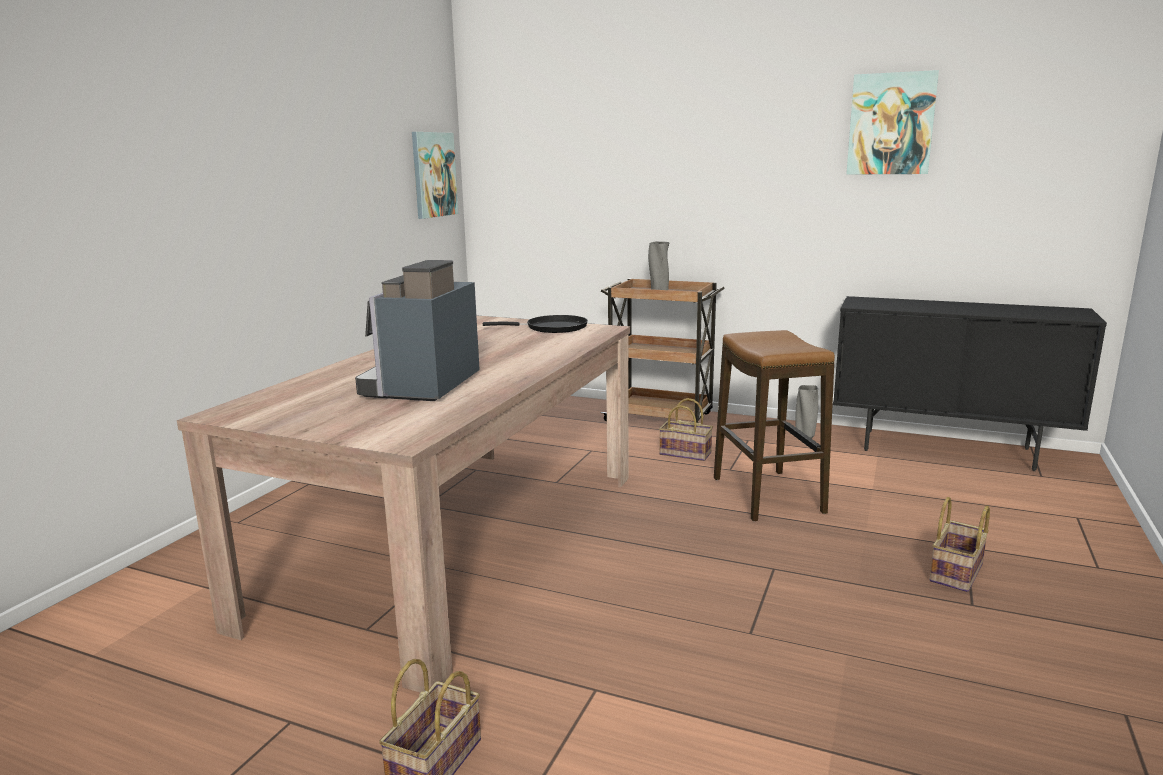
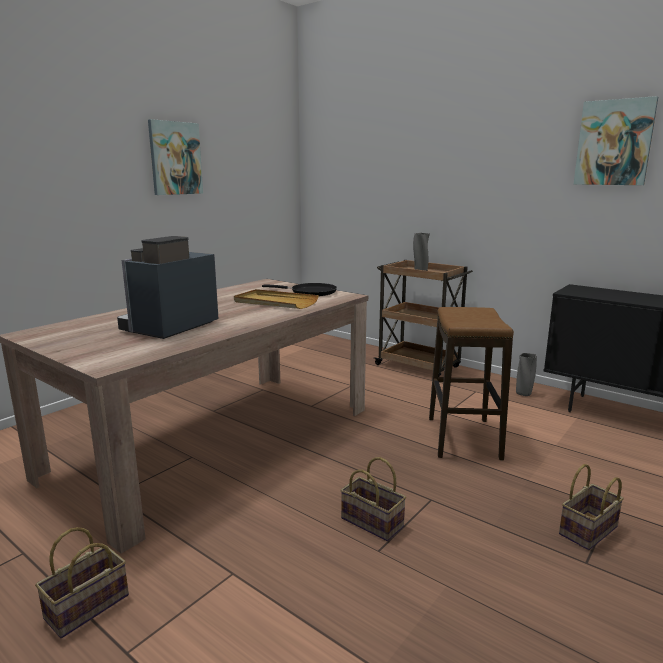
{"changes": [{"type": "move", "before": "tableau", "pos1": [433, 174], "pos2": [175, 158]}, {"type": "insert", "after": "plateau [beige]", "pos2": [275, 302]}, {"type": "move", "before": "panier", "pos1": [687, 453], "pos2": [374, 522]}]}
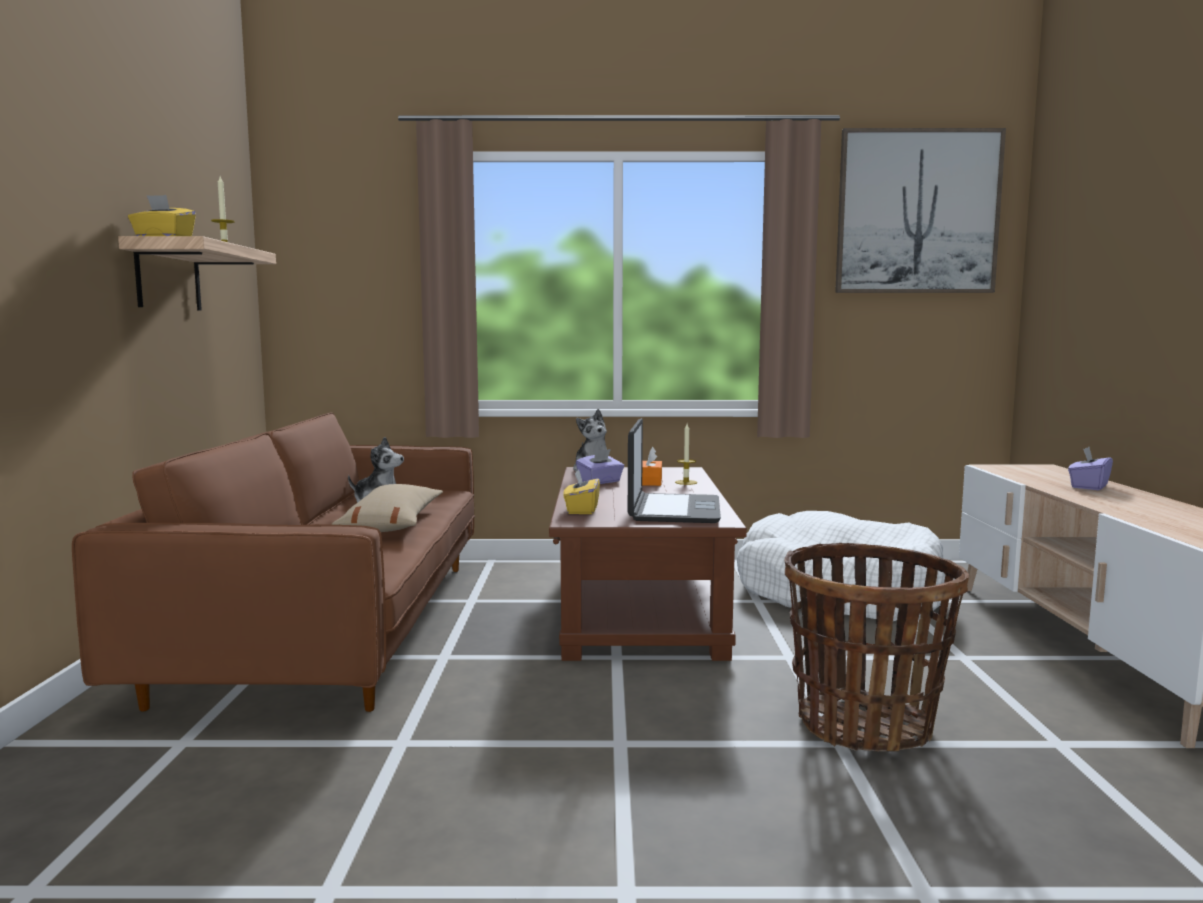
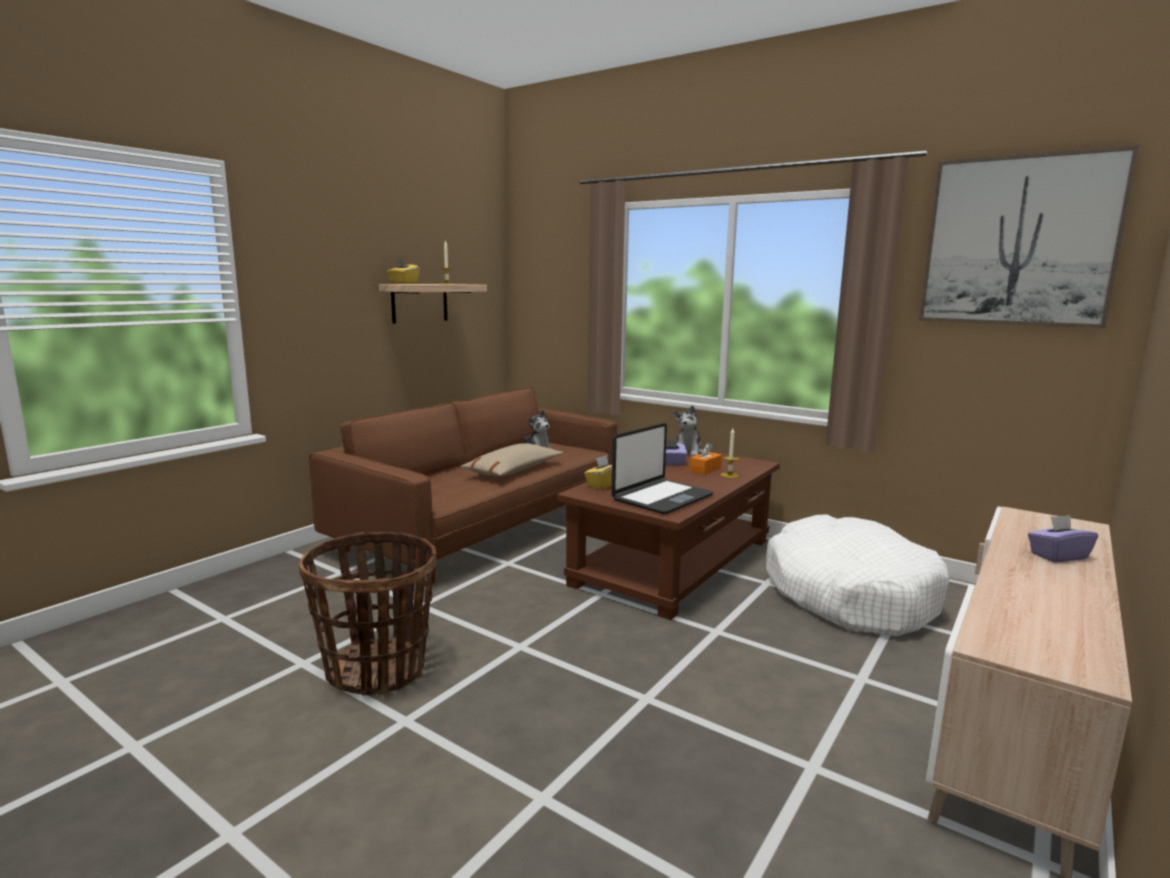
{"changes": [{"type": "move", "before": "panier", "pos1": [864, 724], "pos2": [377, 670]}]}
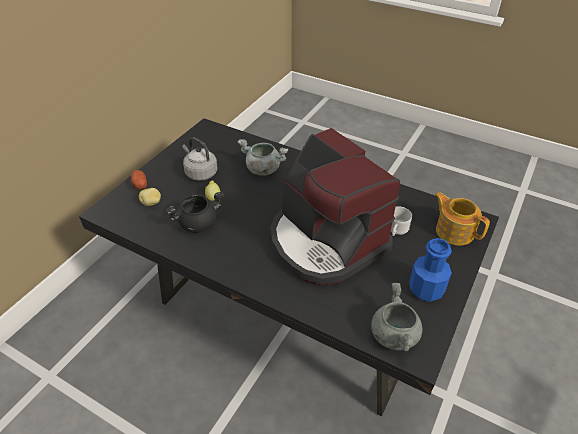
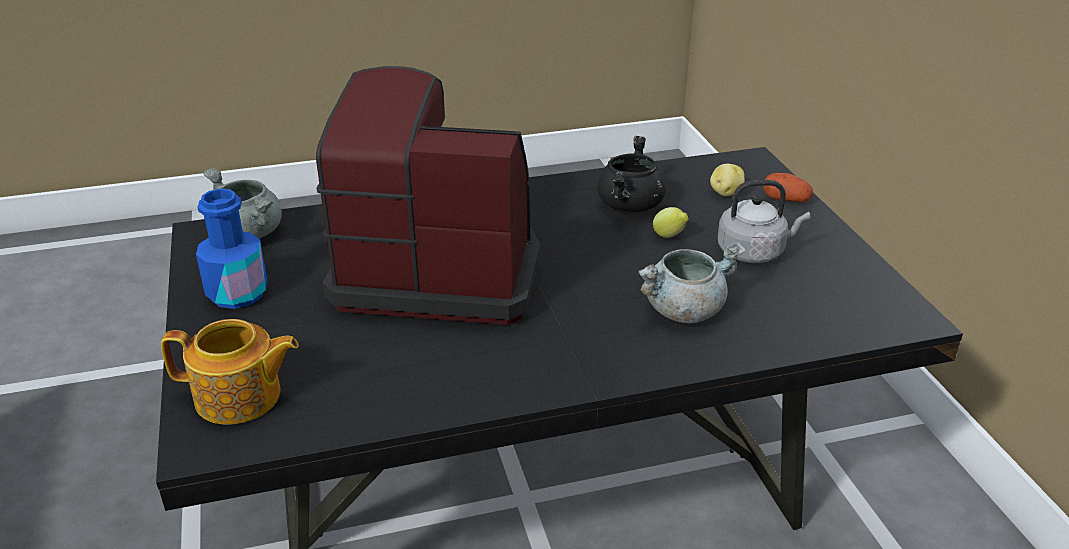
{"changes": [{"type": "delete", "before": "mug [blanc]", "pos1": [396, 230]}]}
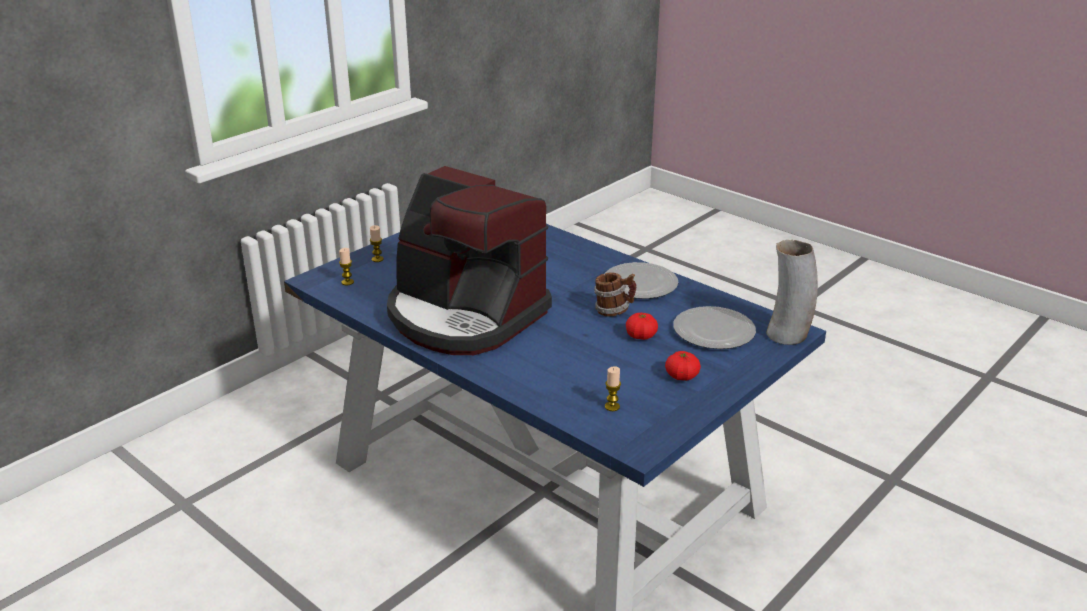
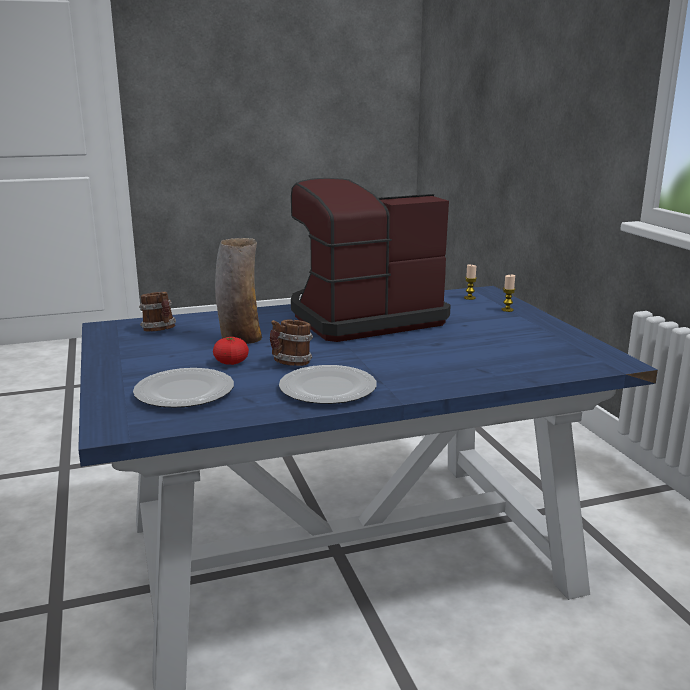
{"changes": [{"type": "replace", "before": "bougie", "after": "mug", "pos1": [612, 407], "pos2": [160, 330]}, {"type": "move", "before": "vase", "pos1": [787, 334], "pos2": [240, 339]}, {"type": "delete", "before": "tomate", "pos1": [681, 376]}]}
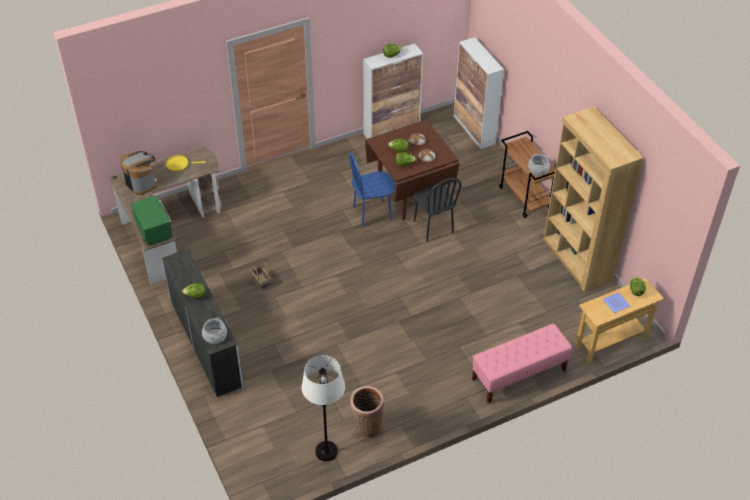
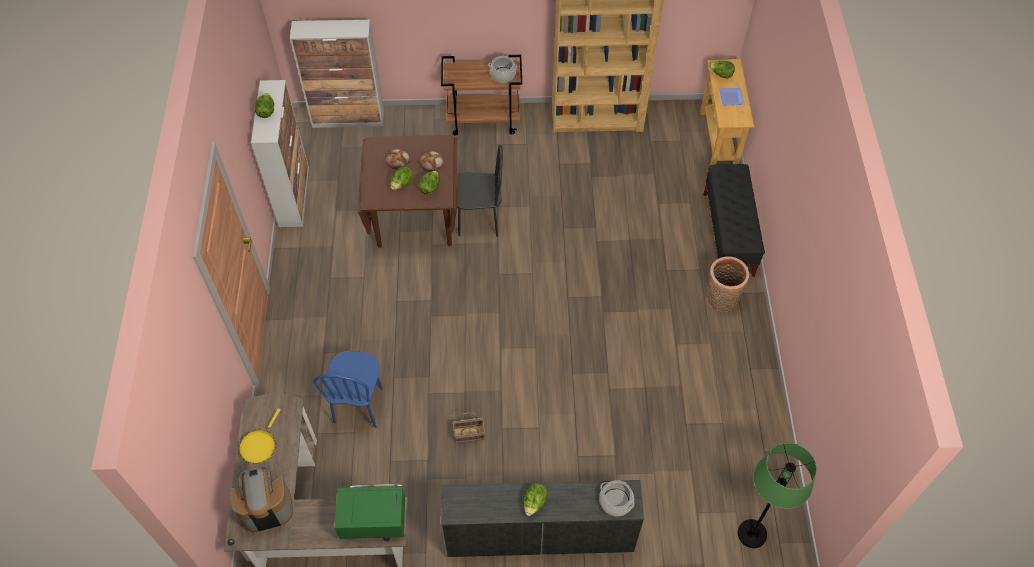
{"changes": [{"type": "move", "before": "chaise [bleu]", "pos1": [372, 213], "pos2": [359, 405]}, {"type": "recolor", "before": "banc [rose]", "after": "banc [noir]", "pos1": [518, 375], "pos2": [728, 234]}, {"type": "move", "before": "panier", "pos1": [366, 426], "pos2": [720, 301]}, {"type": "insert", "after": "lampadaire [vert]", "pos2": [751, 534]}, {"type": "delete", "before": "lampadaire [blanc]", "pos1": [326, 451]}]}
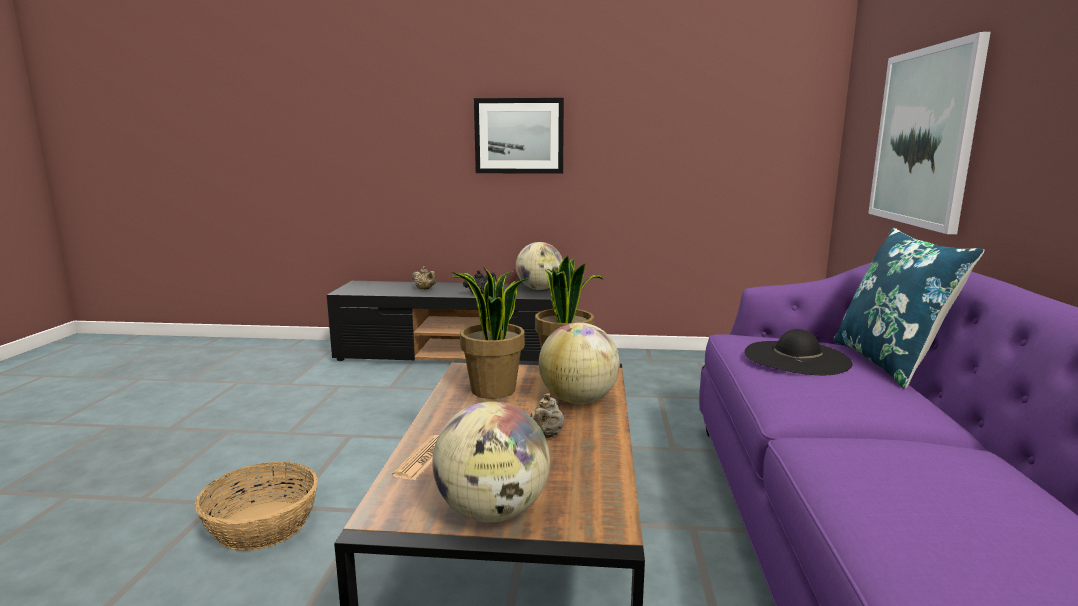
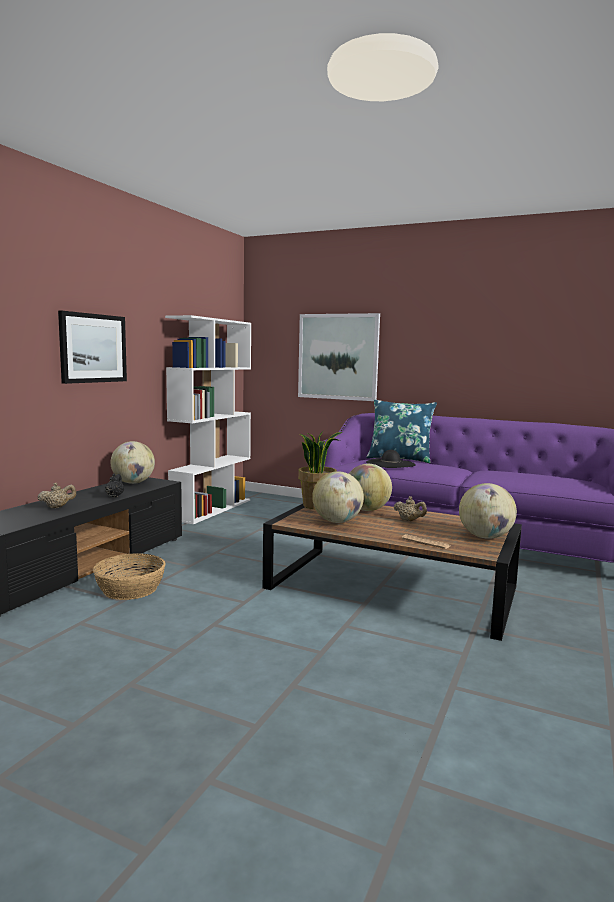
{"changes": [{"type": "move", "before": "panier", "pos1": [262, 525], "pos2": [130, 589]}, {"type": "insert", "after": "bibliothèque [blanc]", "pos2": [212, 509]}, {"type": "replace", "before": "plante en pot", "after": "globe", "pos1": [493, 390], "pos2": [337, 521]}]}
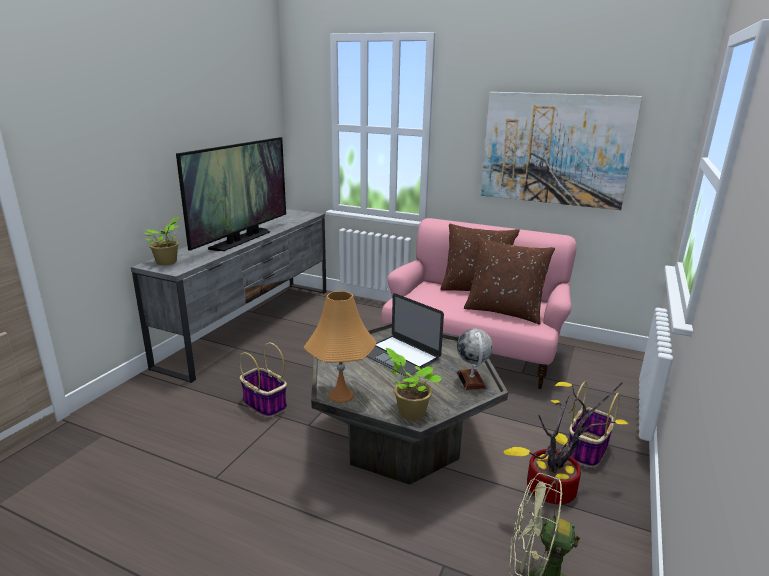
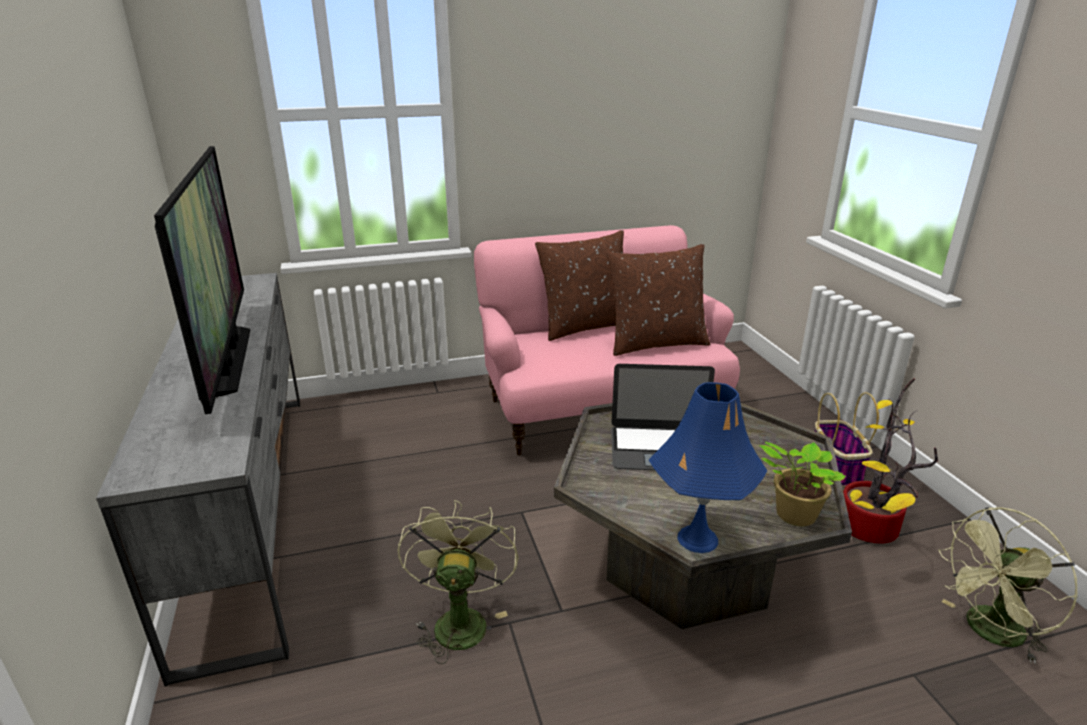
{"changes": [{"type": "replace", "before": "panier", "after": "ventilateur [vert]", "pos1": [264, 404], "pos2": [459, 619]}, {"type": "recolor", "before": "lampe de table [orange]", "after": "lampe de table [bleu]", "pos1": [341, 395], "pos2": [697, 539]}, {"type": "delete", "before": "plante en pot", "pos1": [167, 262]}, {"type": "delete", "before": "globe", "pos1": [471, 380]}, {"type": "delete", "before": "tableau", "pos1": [555, 149]}]}
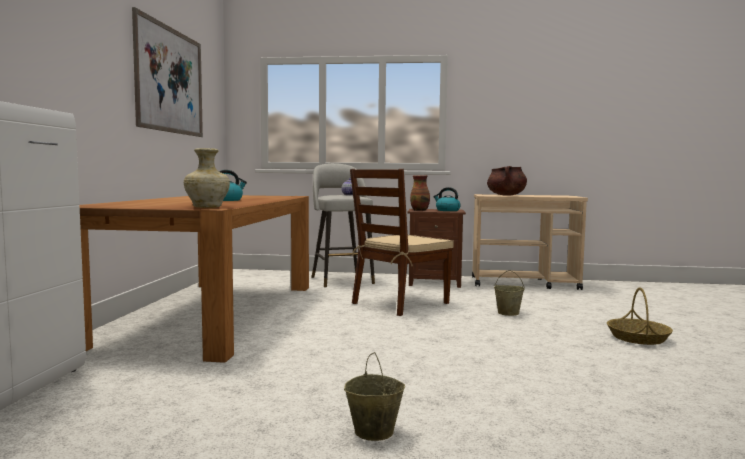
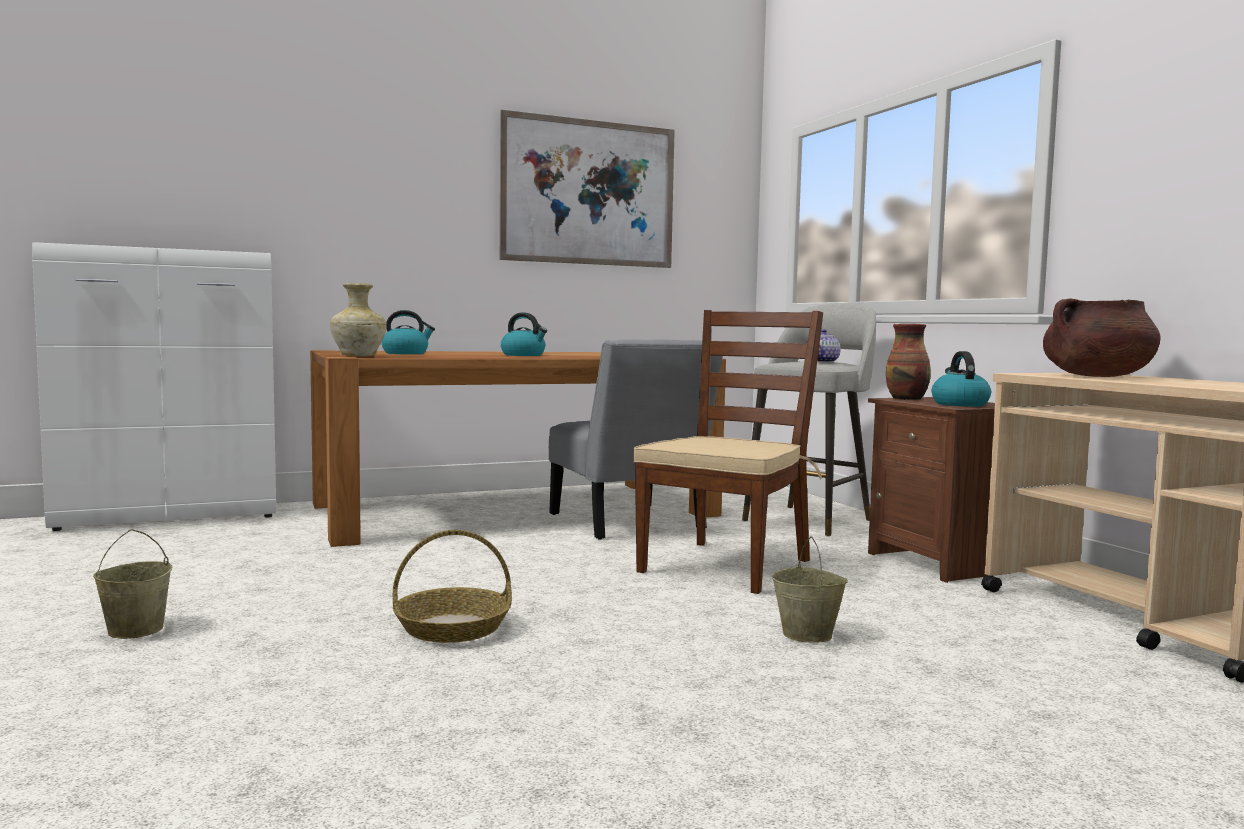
{"changes": [{"type": "insert", "after": "bouilloire", "pos2": [406, 353]}, {"type": "move", "before": "panier", "pos1": [638, 338], "pos2": [452, 628]}, {"type": "insert", "after": "chaise [gris]", "pos2": [629, 523]}, {"type": "rotate", "before": "chaise [marron]", "pos1": [399, 303], "pos2": [726, 565], "turn": 105}]}
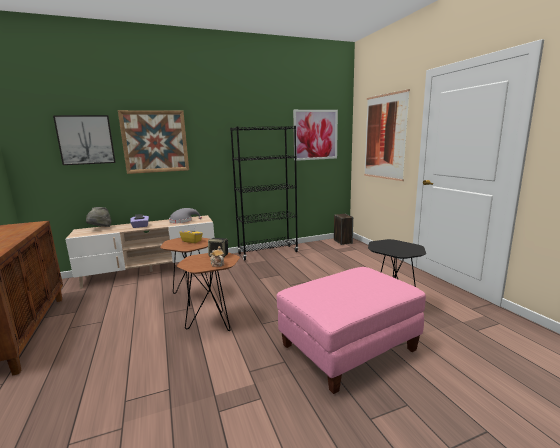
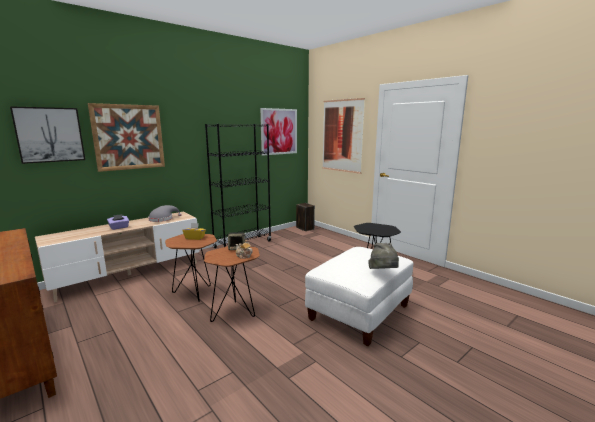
{"changes": [{"type": "recolor", "before": "pouf [rose]", "after": "pouf [blanc]", "pos1": [348, 348], "pos2": [359, 313]}, {"type": "move", "before": "chapeau [gris]", "pos1": [100, 228], "pos2": [383, 273]}]}
